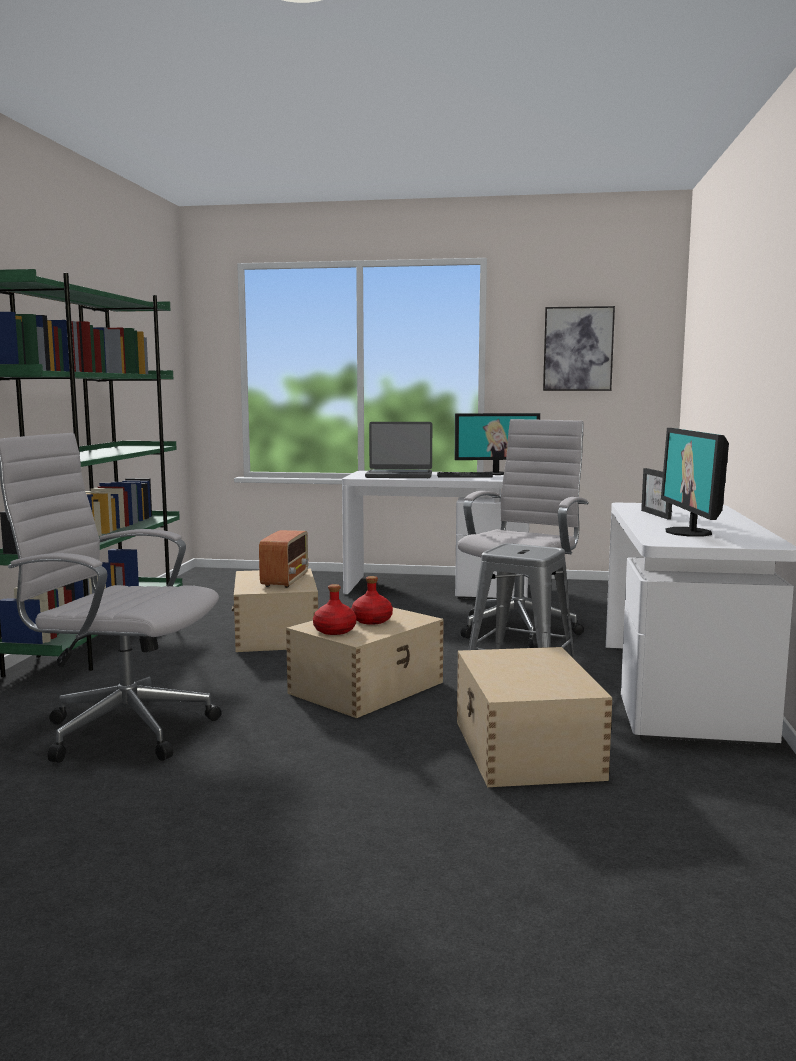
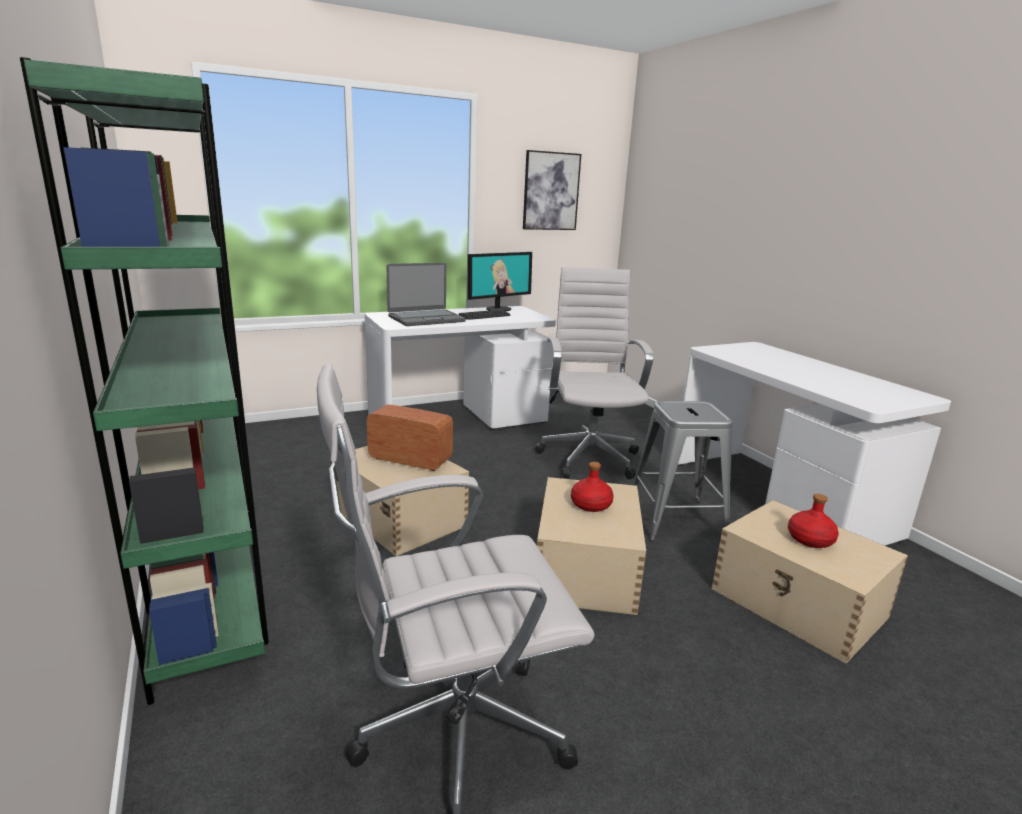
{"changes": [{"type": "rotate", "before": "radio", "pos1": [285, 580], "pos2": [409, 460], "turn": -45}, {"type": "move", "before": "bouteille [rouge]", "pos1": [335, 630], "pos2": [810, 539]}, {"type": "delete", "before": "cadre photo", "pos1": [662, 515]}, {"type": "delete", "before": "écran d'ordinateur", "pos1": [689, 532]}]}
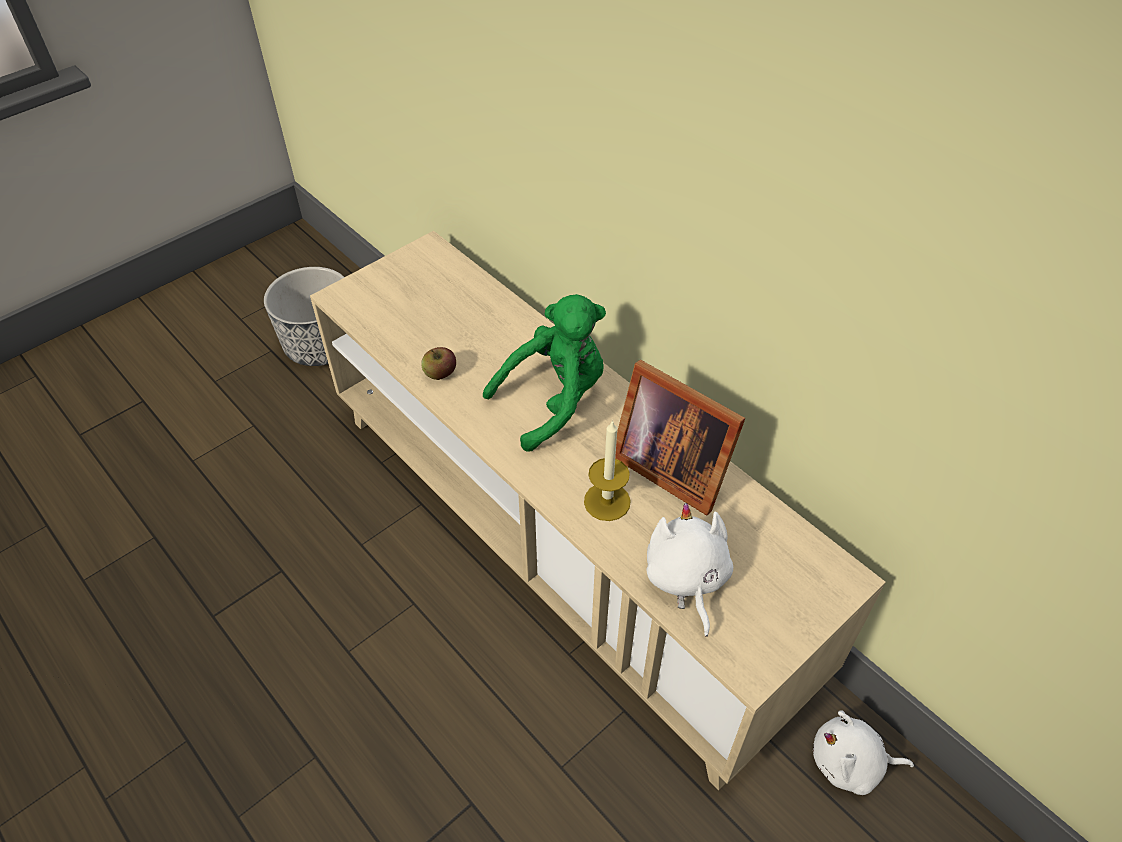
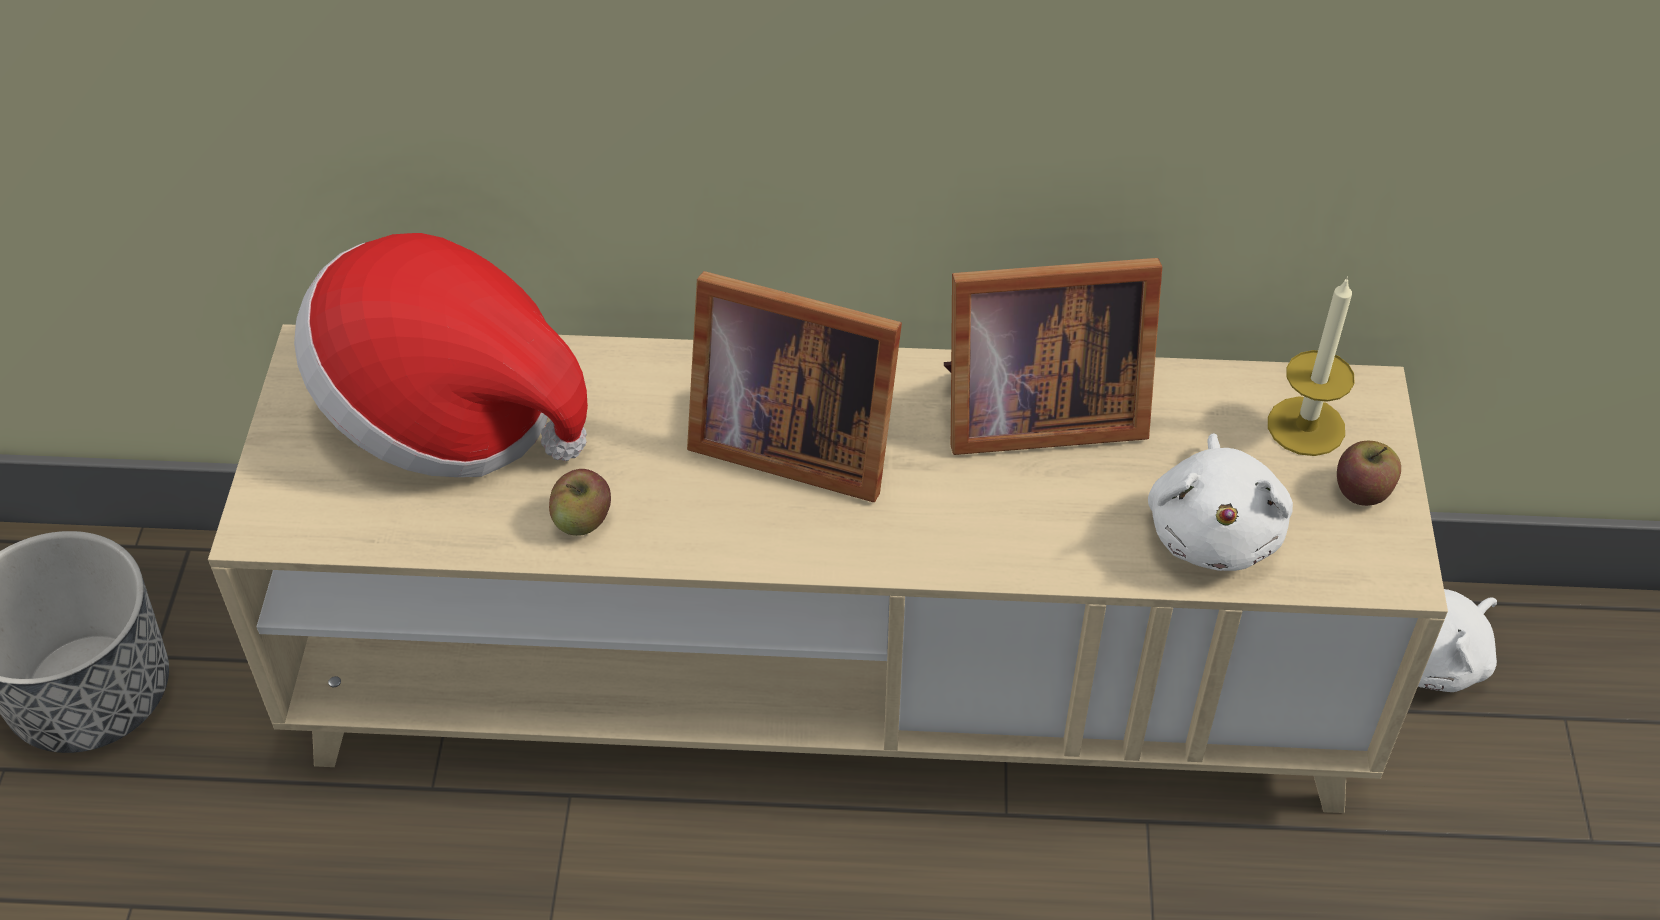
{"changes": [{"type": "insert", "after": "chapeau", "pos2": [449, 411]}, {"type": "replace", "before": "peluche [vert]", "after": "cadre photo", "pos1": [554, 400], "pos2": [789, 440]}, {"type": "rotate", "before": "peluche [blanc]", "pos1": [686, 579], "pos2": [1214, 531], "turn": -120}, {"type": "move", "before": "bougie", "pos1": [607, 501], "pos2": [1306, 426]}, {"type": "insert", "after": "pomme", "pos2": [1362, 490]}]}
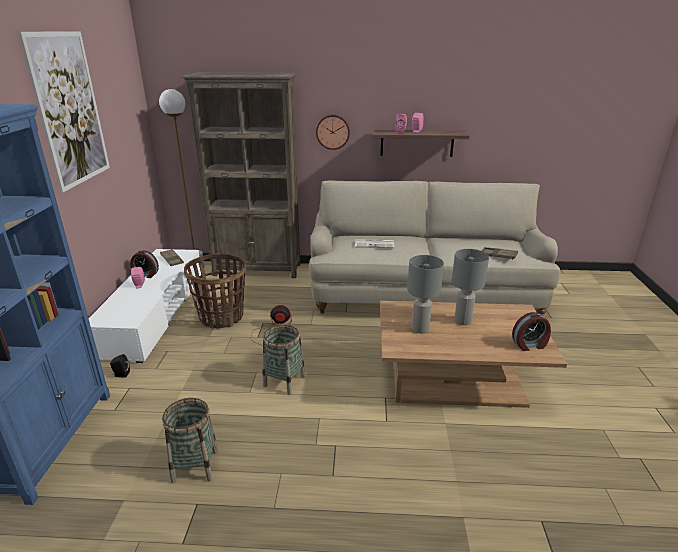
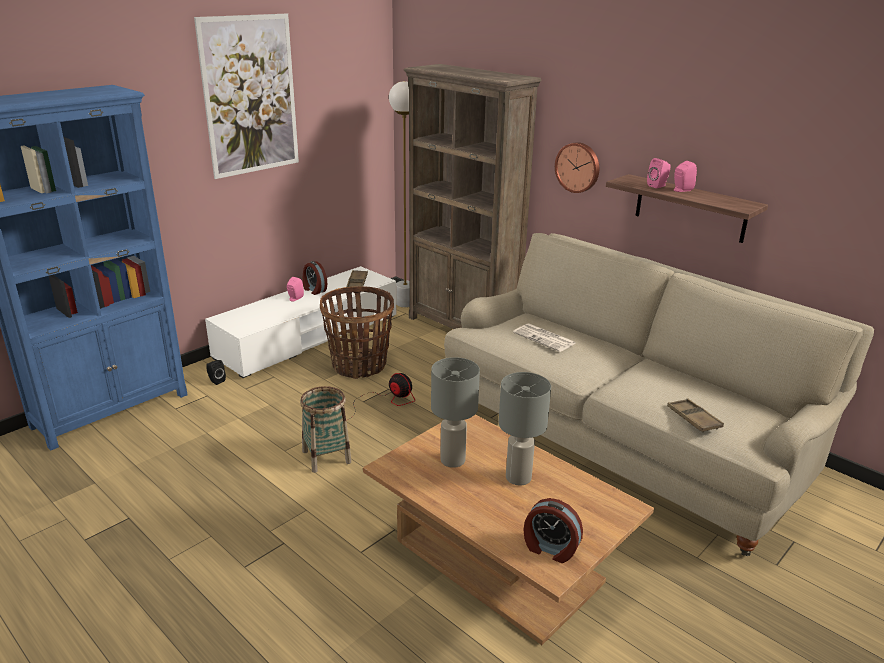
{"changes": [{"type": "delete", "before": "panier", "pos1": [195, 466]}]}
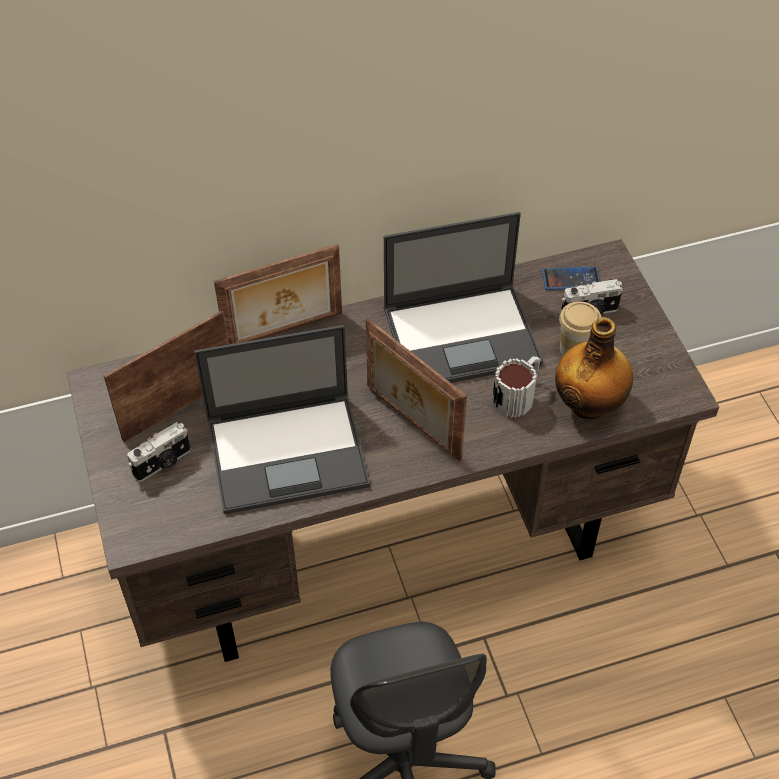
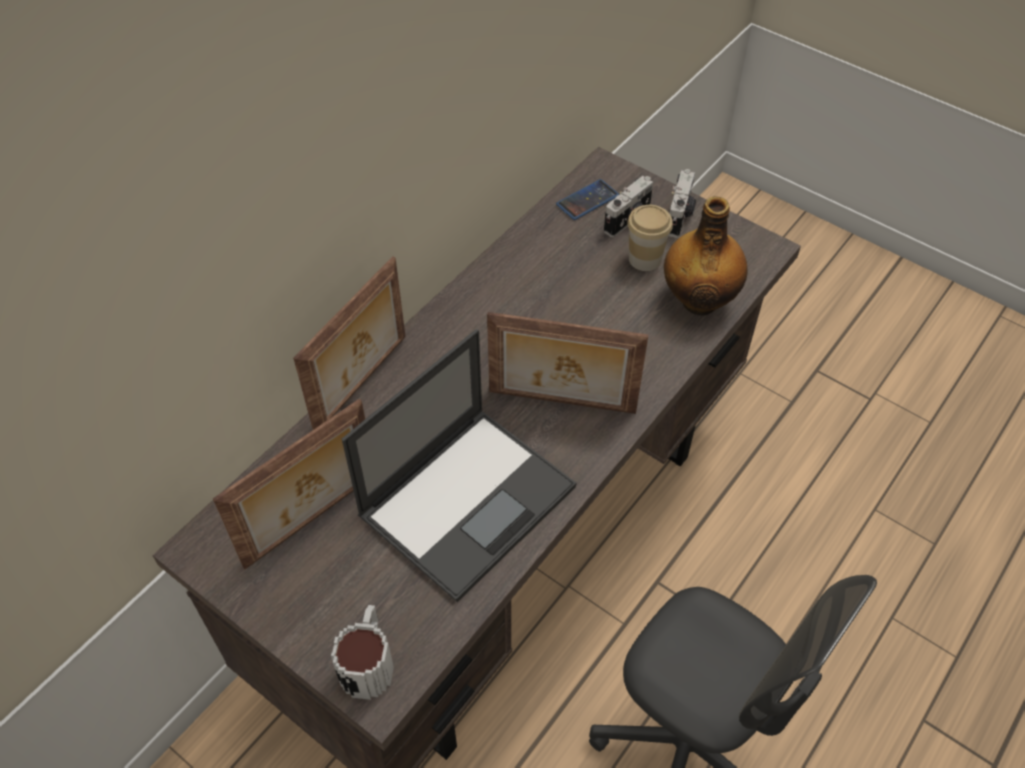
{"changes": [{"type": "rotate", "before": "cadre photo", "pos1": [177, 407], "pos2": [313, 521], "turn": -150}, {"type": "move", "before": "mug", "pos1": [518, 396], "pos2": [369, 661]}, {"type": "move", "before": "appareil photo", "pos1": [163, 463], "pos2": [680, 216]}, {"type": "delete", "before": "ordinateur portable", "pos1": [463, 335]}]}
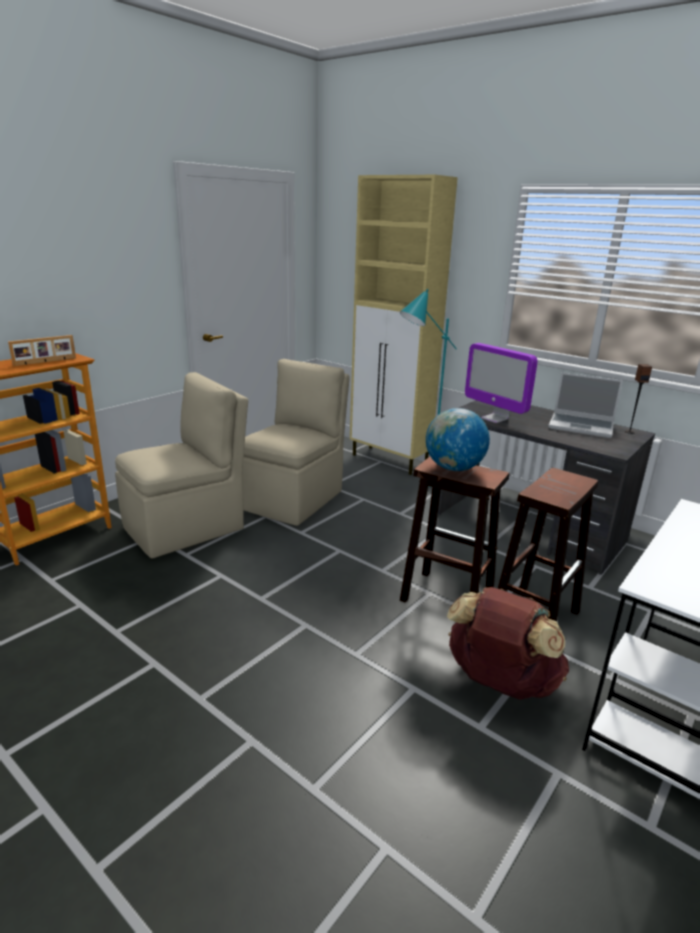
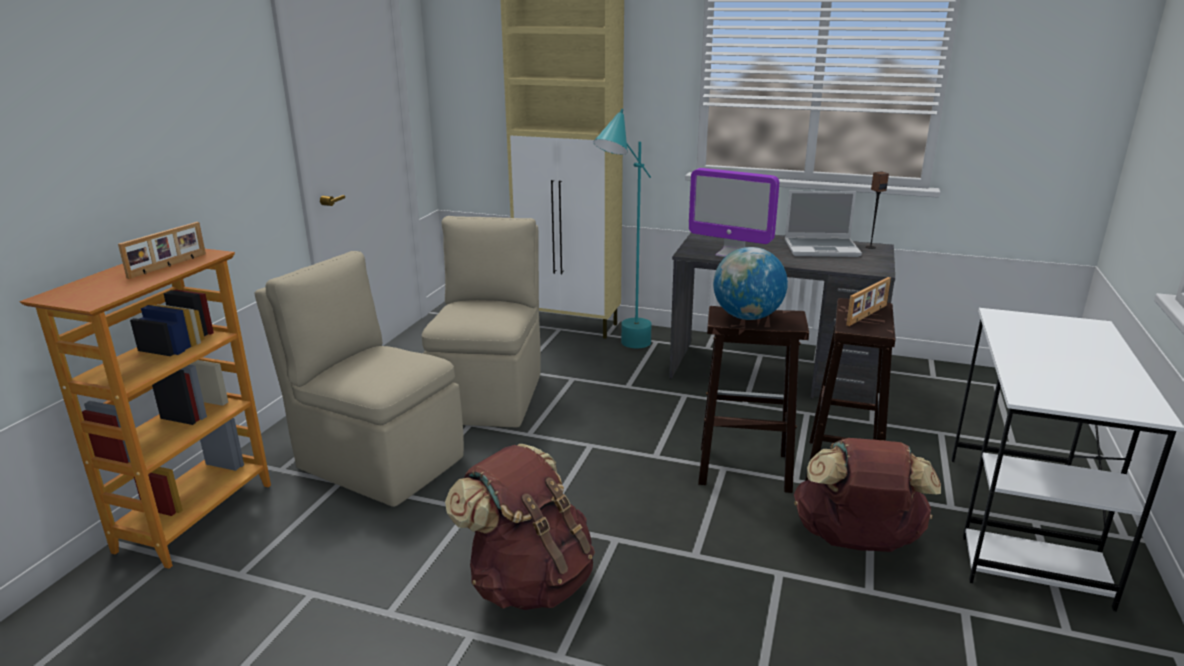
{"changes": [{"type": "rotate", "before": "chaise [beige]", "pos1": [187, 527], "pos2": [378, 461], "turn": -90}, {"type": "insert", "after": "sac à dos [marron]", "pos2": [529, 582]}, {"type": "insert", "after": "cadre photo", "pos2": [868, 315]}]}
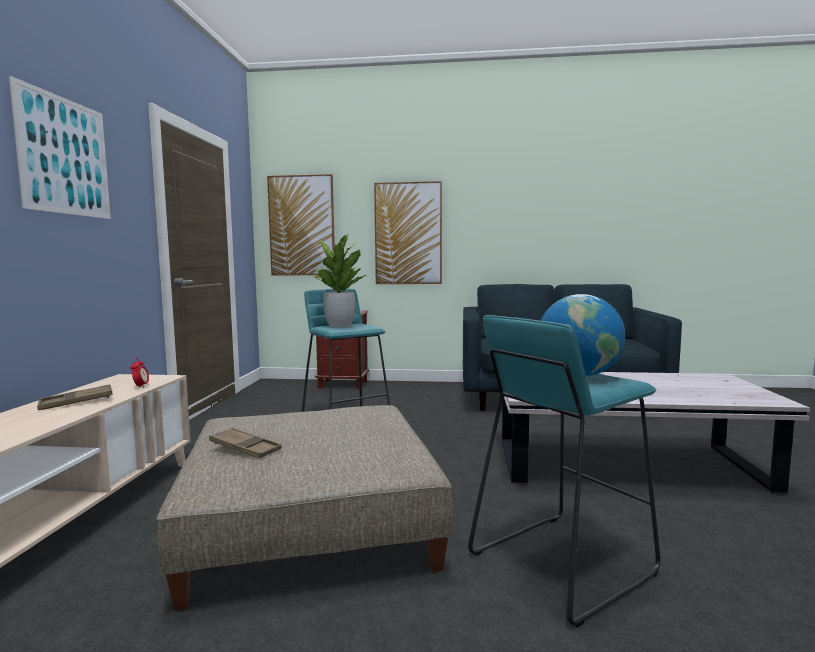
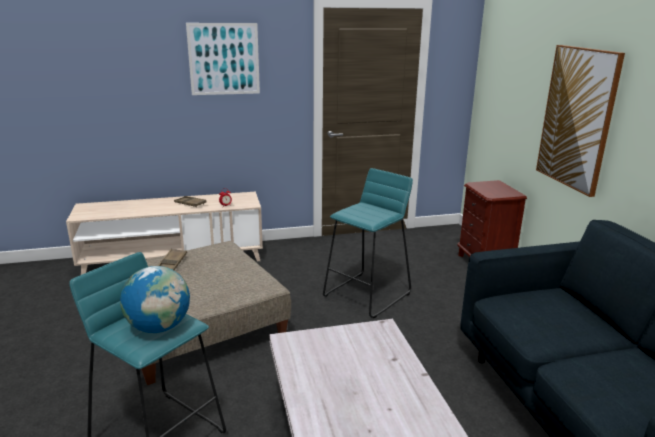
{"changes": [{"type": "delete", "before": "tableau", "pos1": [302, 226]}, {"type": "delete", "before": "plante en pot", "pos1": [339, 326]}]}
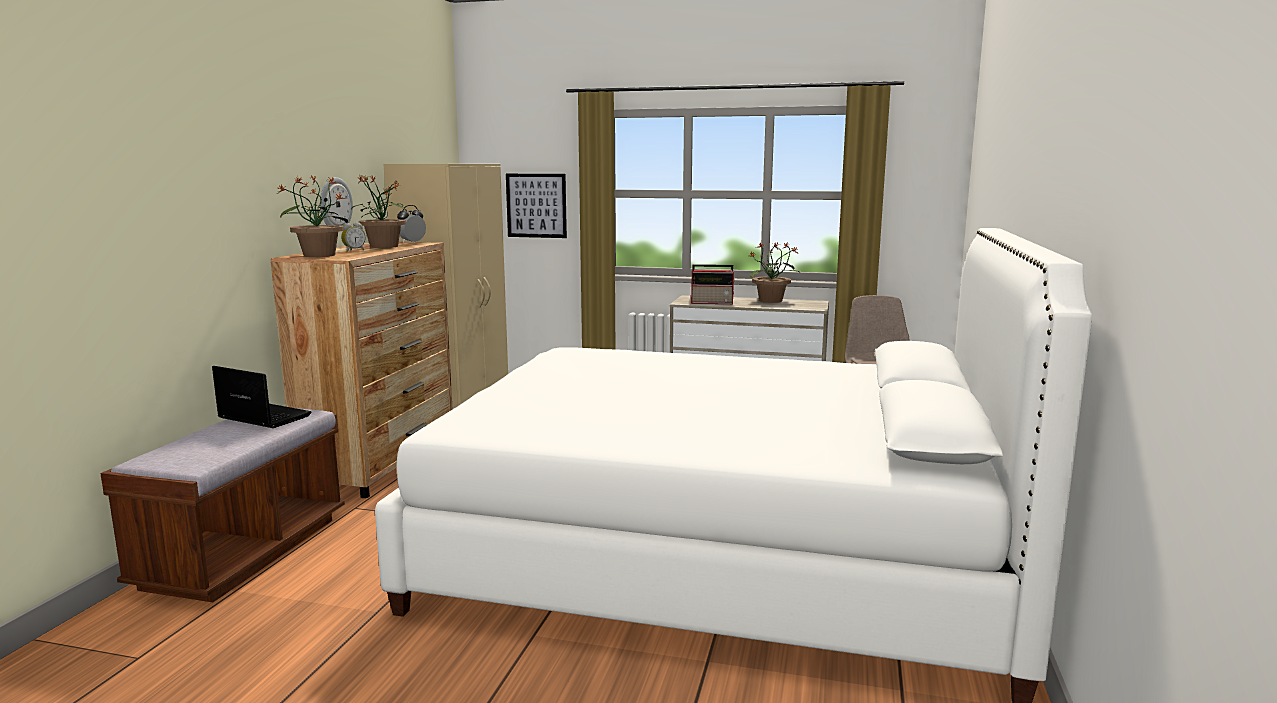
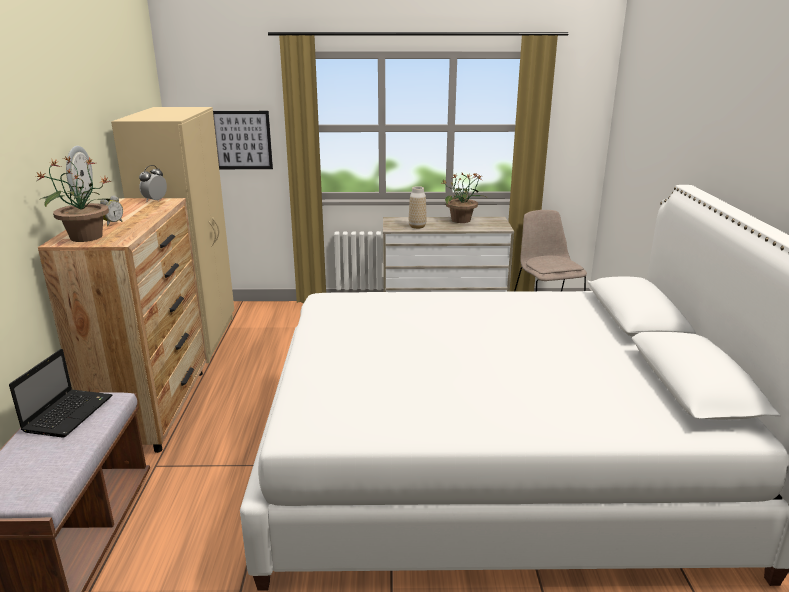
{"changes": [{"type": "rotate", "before": "ordinateur portable", "pos1": [262, 417], "pos2": [69, 413], "turn": 90}, {"type": "replace", "before": "radio", "after": "vase", "pos1": [713, 302], "pos2": [417, 227]}, {"type": "delete", "before": "plante en pot", "pos1": [383, 246]}]}
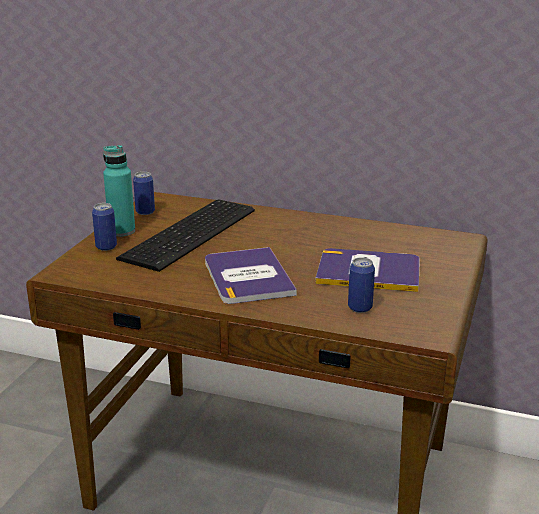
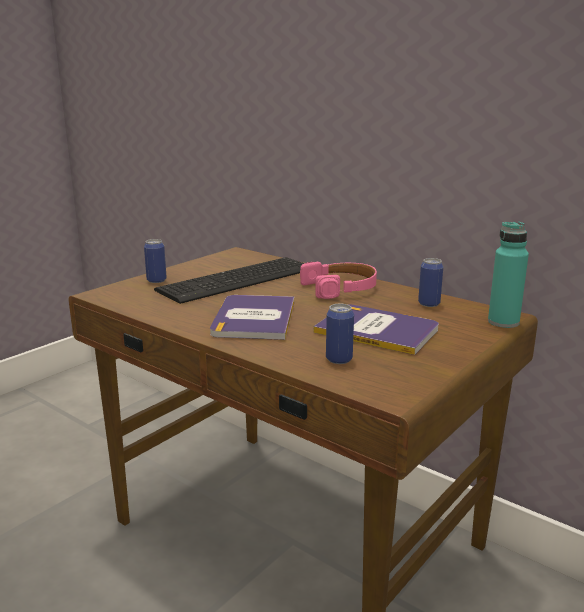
{"changes": [{"type": "insert", "after": "casque audio [rose]", "pos2": [340, 288]}, {"type": "move", "before": "boîte métallique", "pos1": [145, 212], "pos2": [429, 304]}, {"type": "move", "before": "bouteille [turquoise]", "pos1": [122, 231], "pos2": [503, 322]}]}
